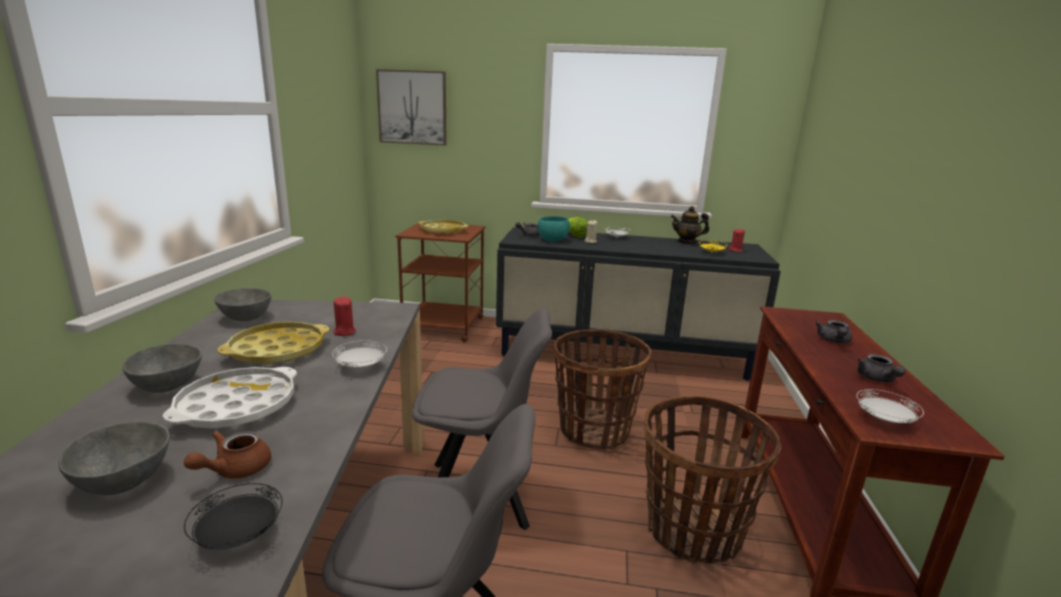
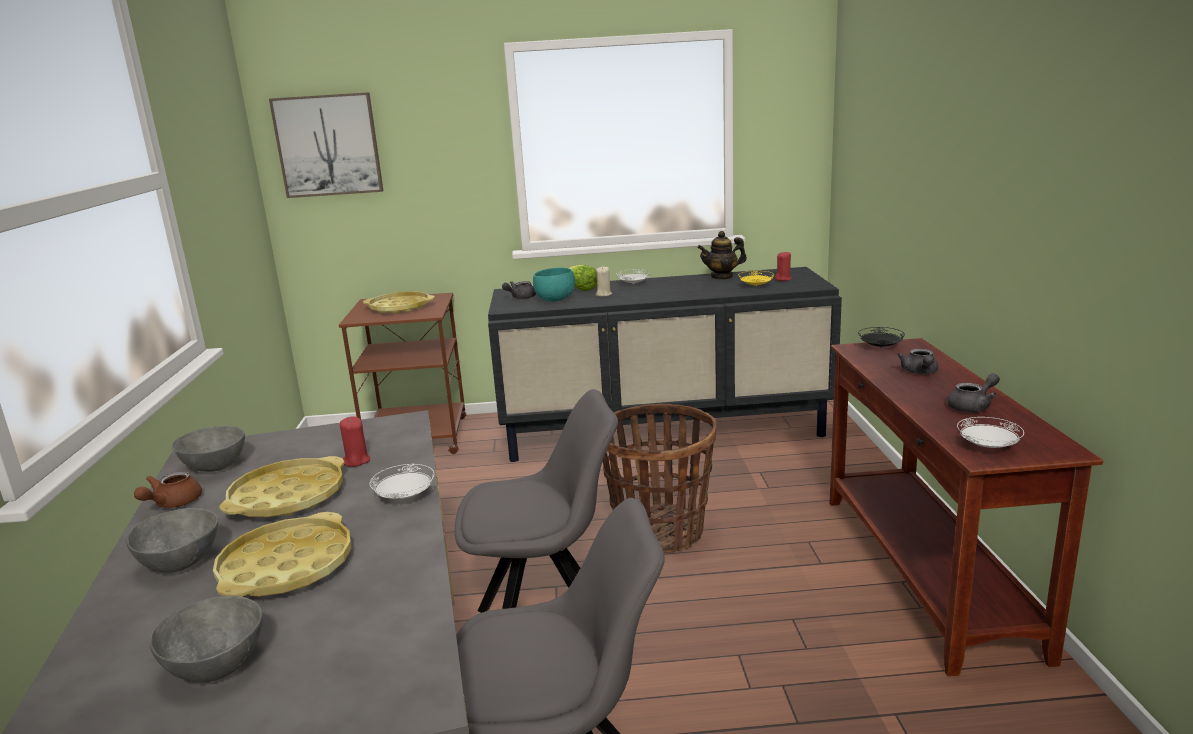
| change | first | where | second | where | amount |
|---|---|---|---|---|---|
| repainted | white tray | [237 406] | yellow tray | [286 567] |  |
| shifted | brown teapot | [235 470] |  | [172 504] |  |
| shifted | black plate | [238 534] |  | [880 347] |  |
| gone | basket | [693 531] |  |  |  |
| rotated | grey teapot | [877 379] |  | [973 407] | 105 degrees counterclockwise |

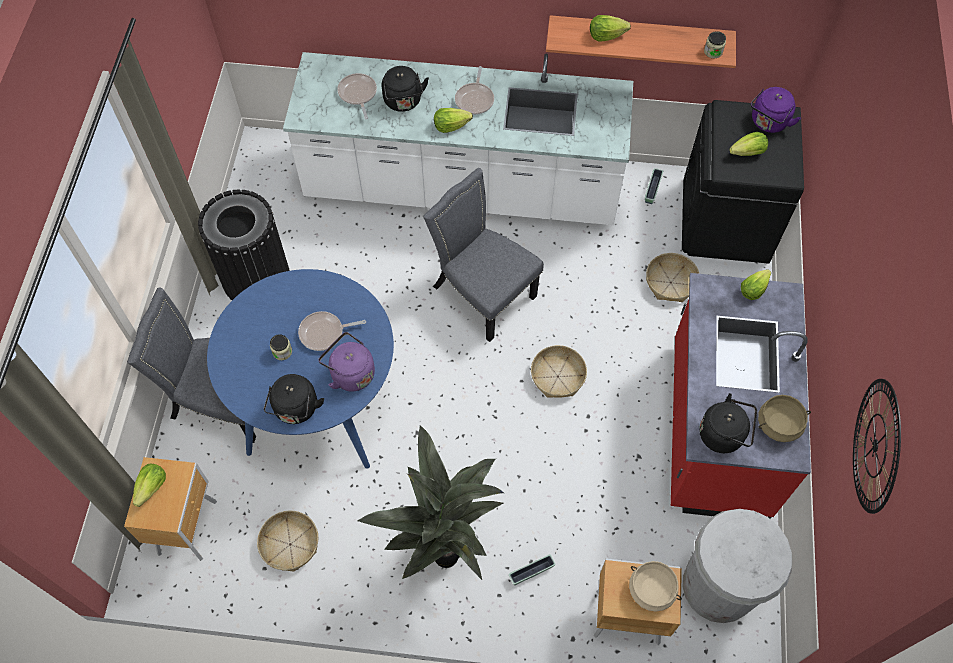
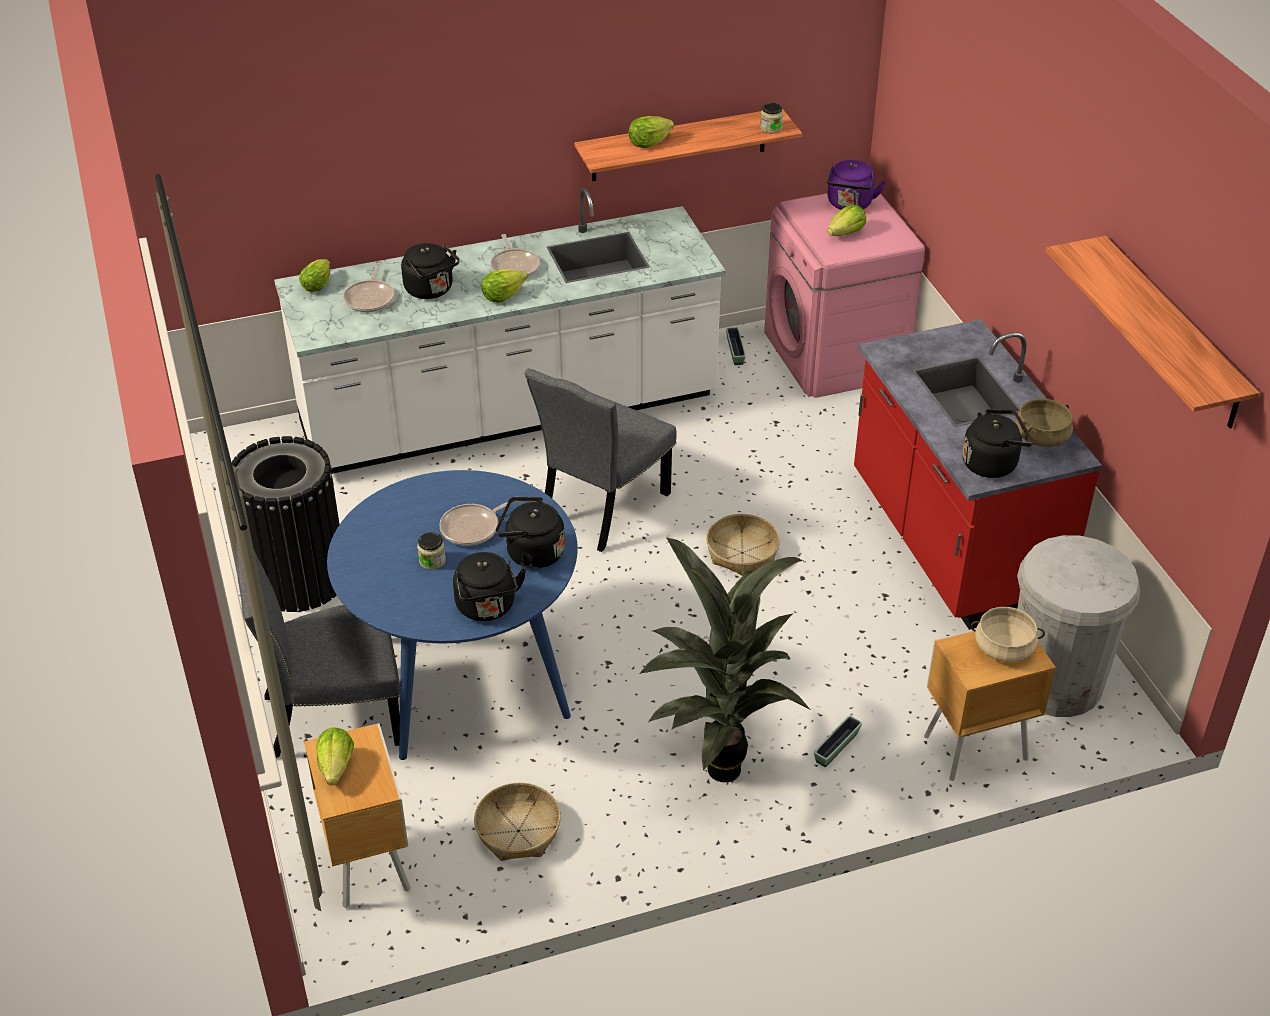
| change | first | where | second | where | amount |
|---|---|---|---|---|---|
| repainted | purple kettle | [350 373] | black kettle | [531 554] |  |
| rotated | frying pan | [358 94] |  | [370 298] | 135 degrees counterclockwise |
| rotated | grey chair | [484 295] |  | [603 505] | 75 degrees counterclockwise |
| gone | basket | [671 282] |  |  |  |
| repainted | black washing machine | [724 220] | pink washing machine | [833 355] |  |
| shifted | lettuce | [754 288] |  | [318 284] |  |
| swapped | wall clock | [876 445] | shelf | [1172 333] |  |

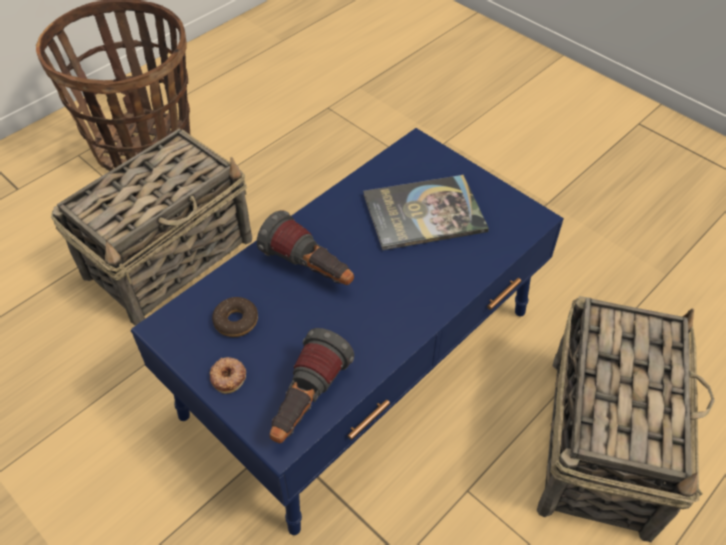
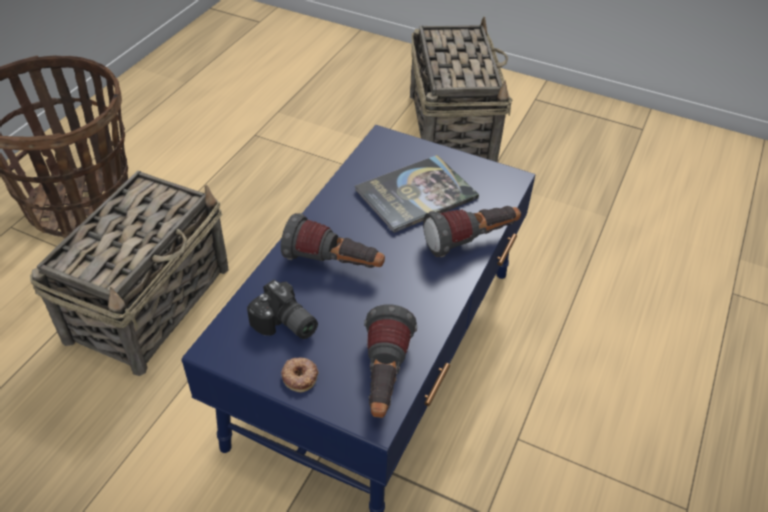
| change | first | where | second | where | amount |
|---|---|---|---|---|---|
| swapped | donut | [236 321] | photo camera | [284 325] |  |
| shifted | basket | [600 441] |  | [451 126] |  |
| new |  |  | flashlight | [471 241] |  |

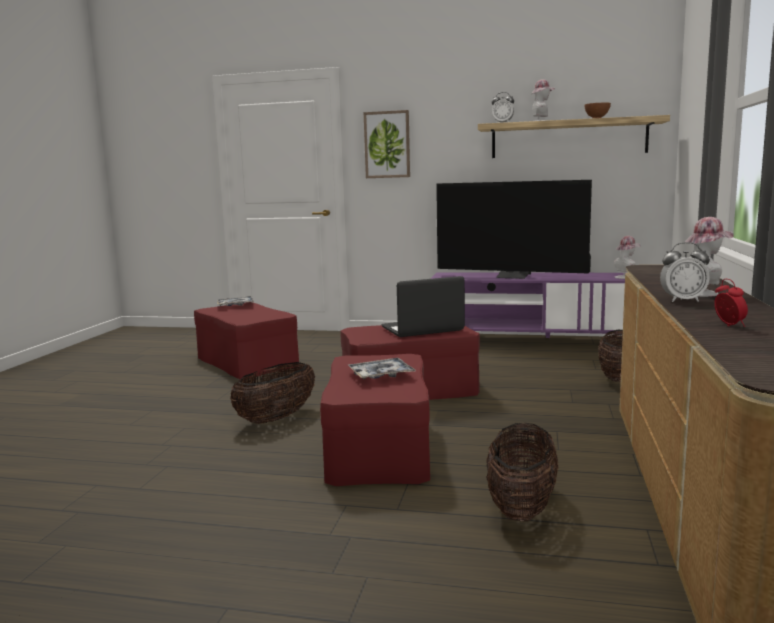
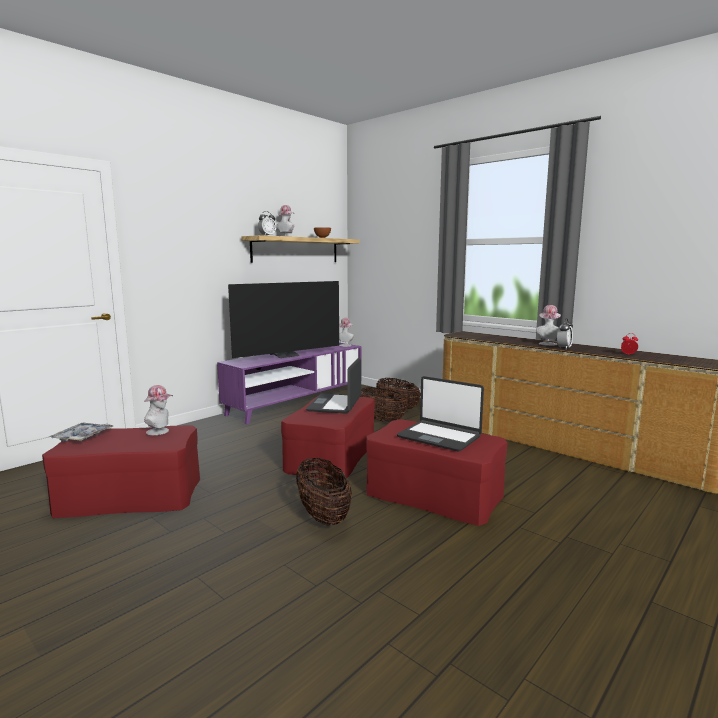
| change | first | where | second | where | amount |
|---|---|---|---|---|---|
| swapped | tray | [381 375] | laptop | [439 437] |  |
| gone | picture | [387 144] |  |  |  |
| shifted | basket | [521 506] |  | [381 420] |  |
| new |  |  | hat | [160 431] |  |

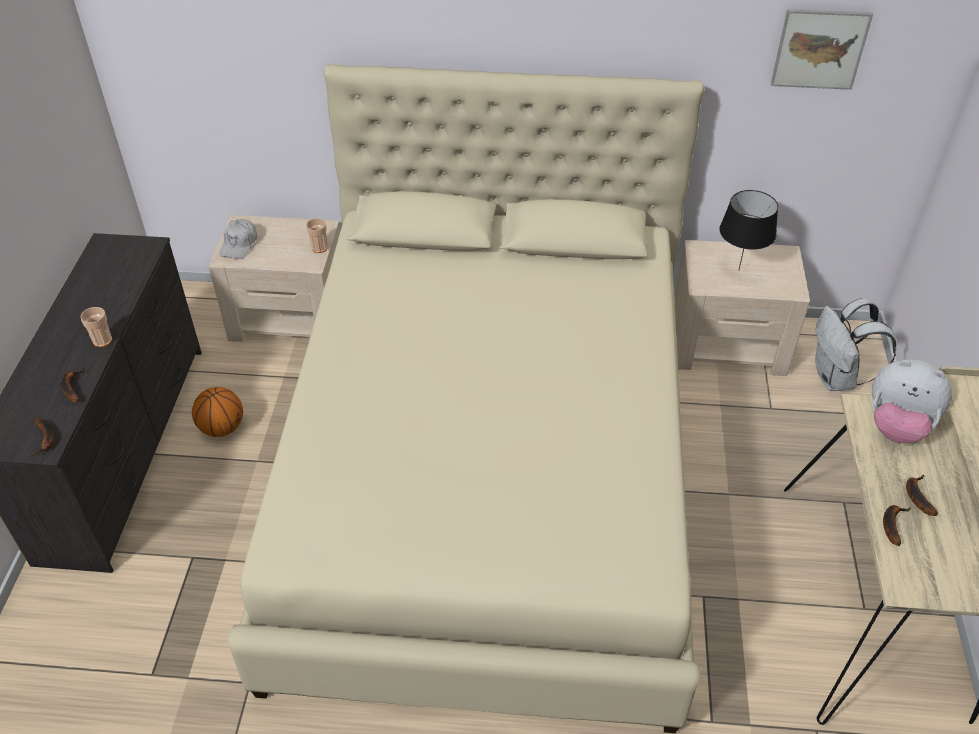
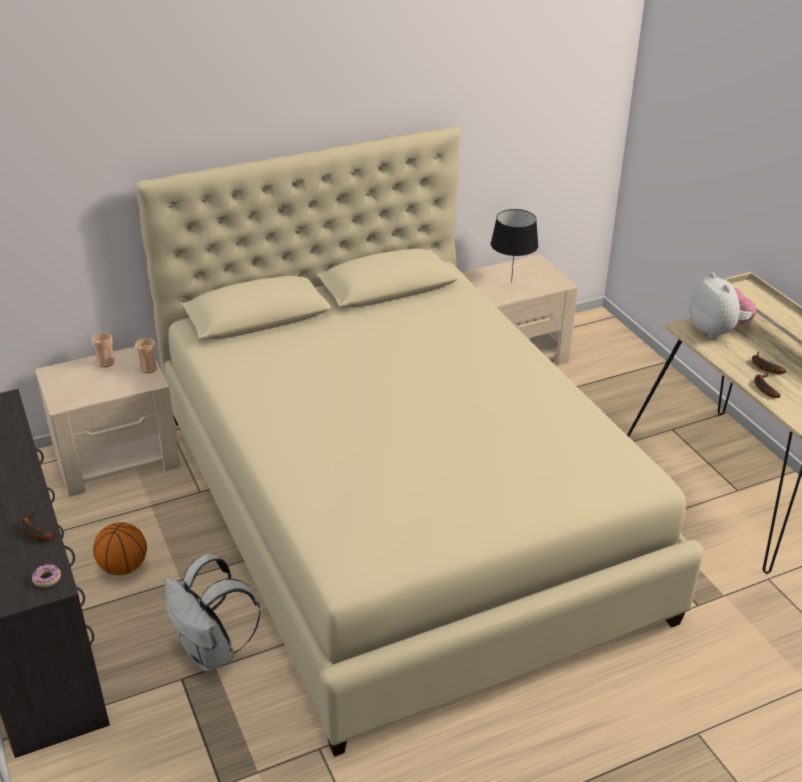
| change | first | where | second | where | amount |
|---|---|---|---|---|---|
| swapped | banana | [46 439] | donut | [47 579] |  |
| shifted | cup | [102 340] |  | [106 362] |  |
| gone | white cap | [239 244] |  |  |  |
| gone | picture | [819 49] |  |  |  |
| shifted | white backpack | [837 378] |  | [212 652] |  |
| rotated | plush toy | [897 426] |  | [716 331] | 105 degrees counterclockwise |

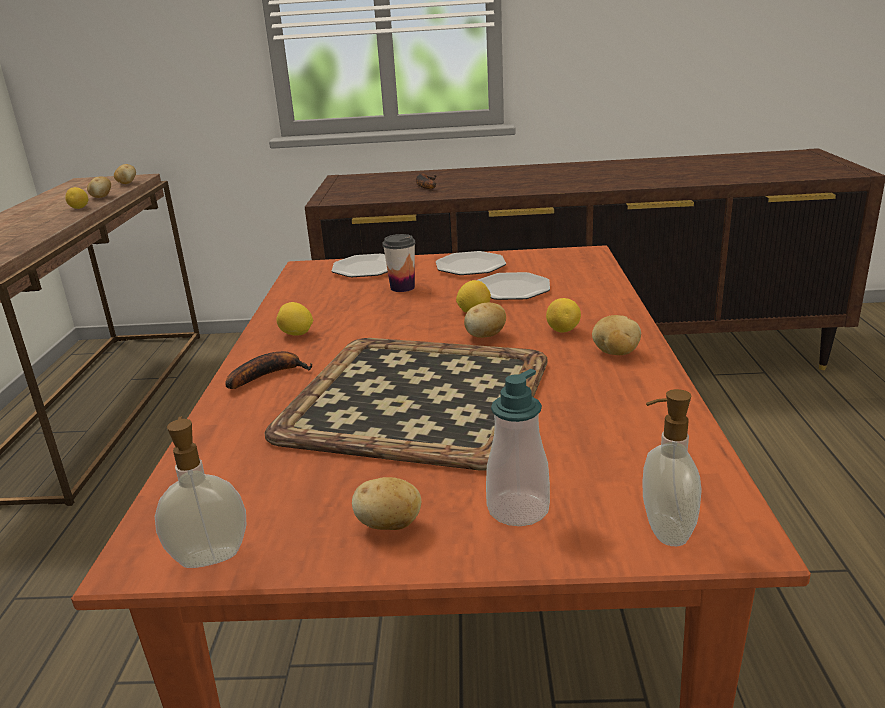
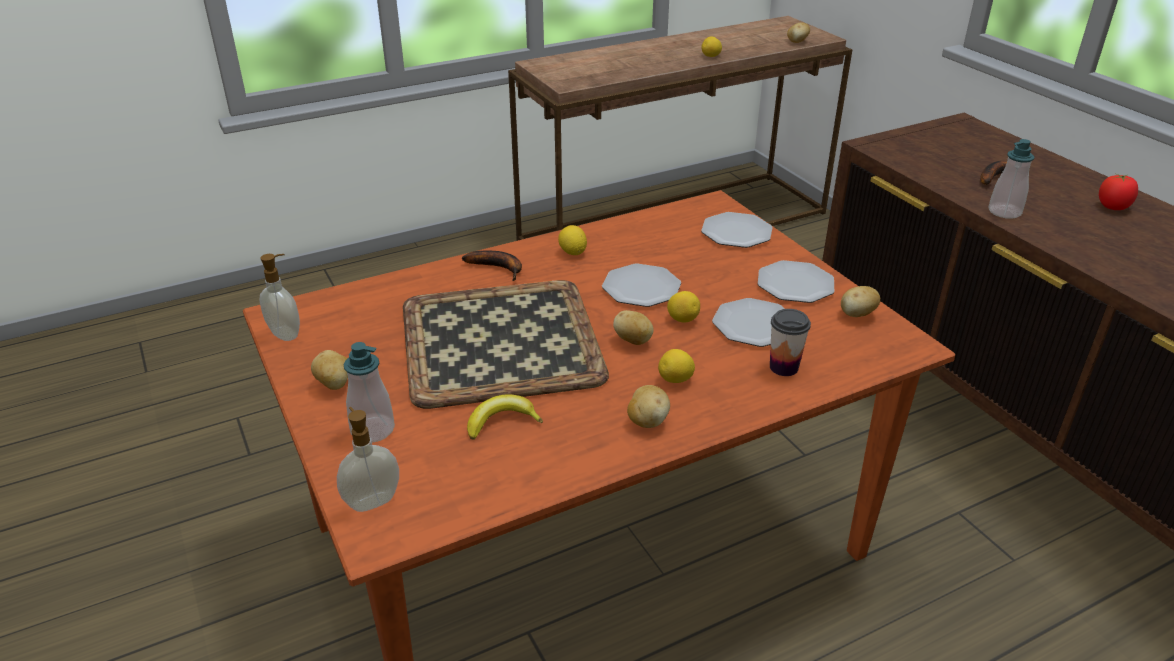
| change | first | where | second | where | amount |
|---|---|---|---|---|---|
| shifted | potato | [101 197] |  | [857 315] |  |
| shifted | cup | [402 287] |  | [783 367] |  |
| new |  |  | banana | [502 422] |  |
| new |  |  | plate | [640 288] |  |
| new |  |  | soap dispenser | [1004 212] |  |
| new |  |  | tomato | [1113 207] |  |

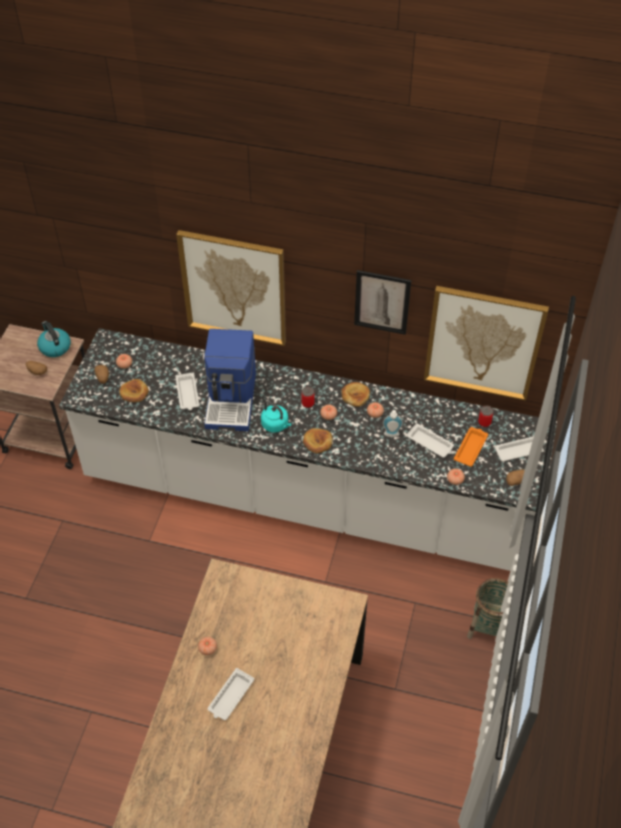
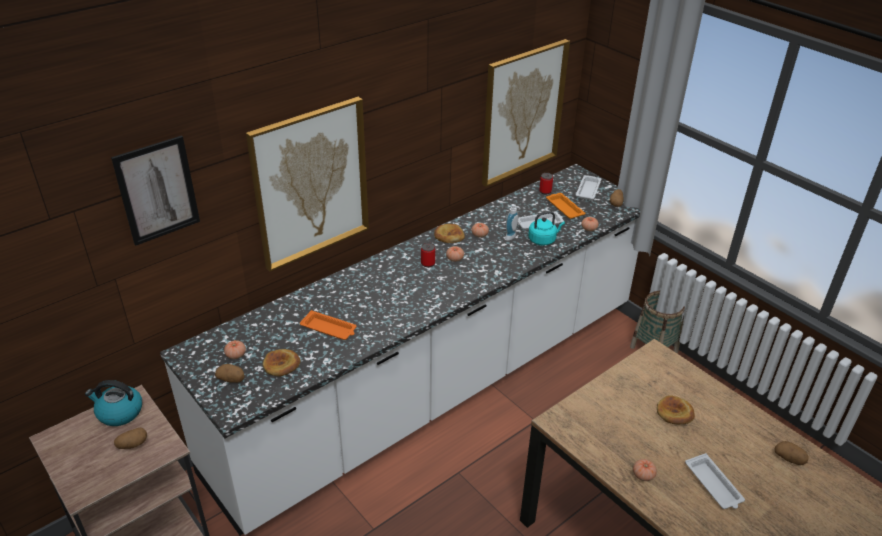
| change | first | where | second | where | amount |
|---|---|---|---|---|---|
| repainted | white tray | [187 394] | orange tray | [329 329] |  |
| gone | coffee machine | [232 399] |  |  |  |
| shifted | turquoise kettle | [276 425] |  | [543 240] |  |
| shifted | bread | [317 442] |  | [674 412] |  |
| shifted | picture | [382 302] |  | [157 190] |  |
| new |  |  | potato | [789 459] |  |

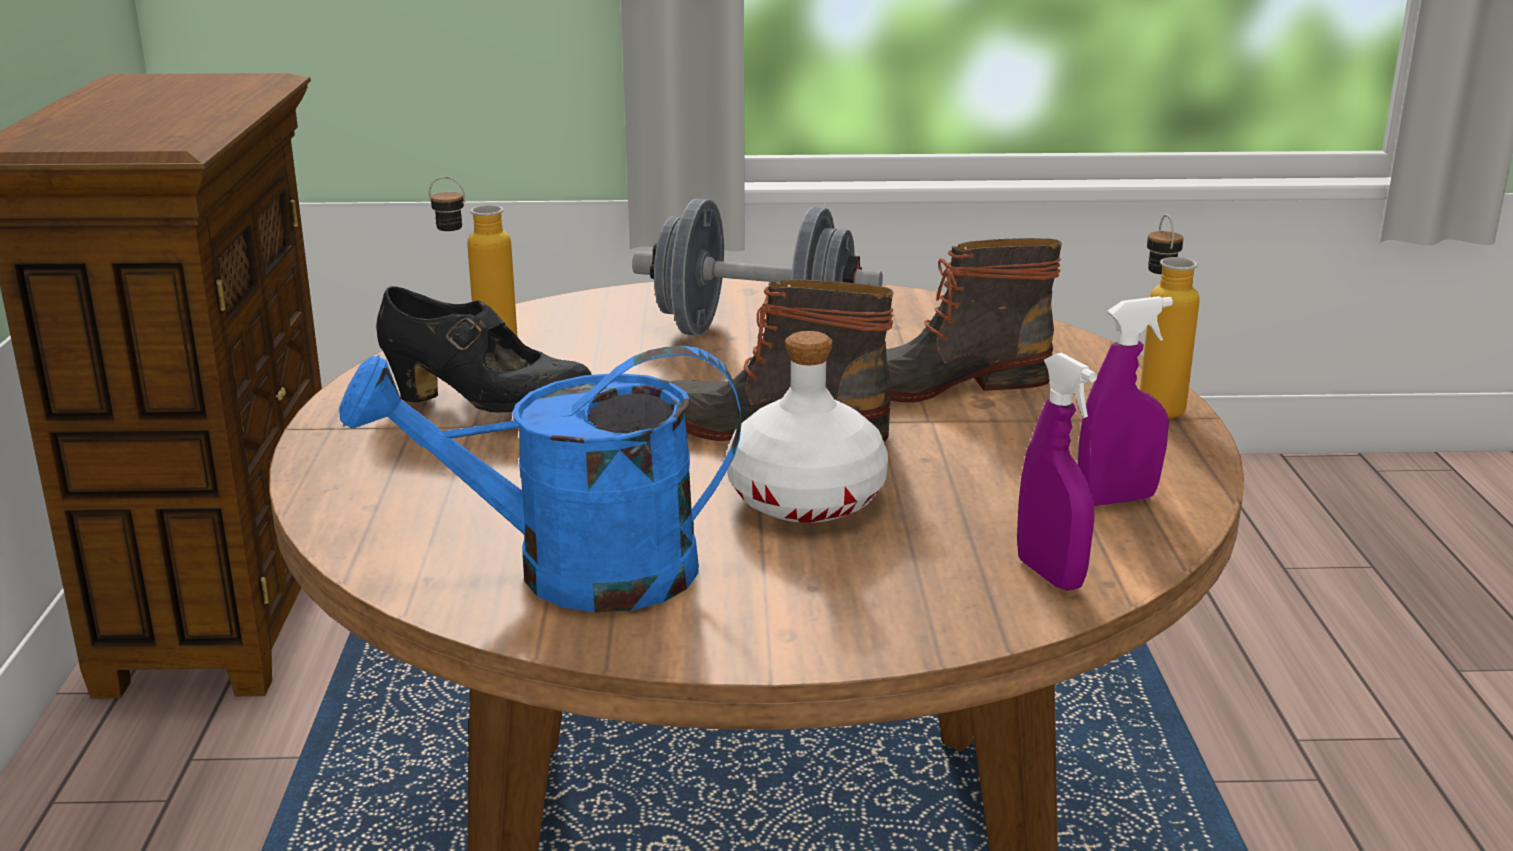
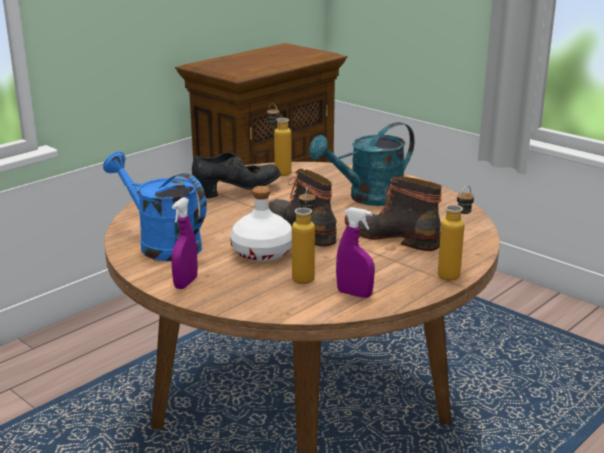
| change | first | where | second | where | amount |
|---|---|---|---|---|---|
| rotated | black shoe | [486 408] |  | [238 192] | 90 degrees counterclockwise |
| swapped | grey dumbbell | [755 336] | turquoise watering can | [368 198] |  |
| shifted | purple spray bottle | [1050 574] |  | [186 283] |  |
| new |  |  | bottle | [305 275] |  |

